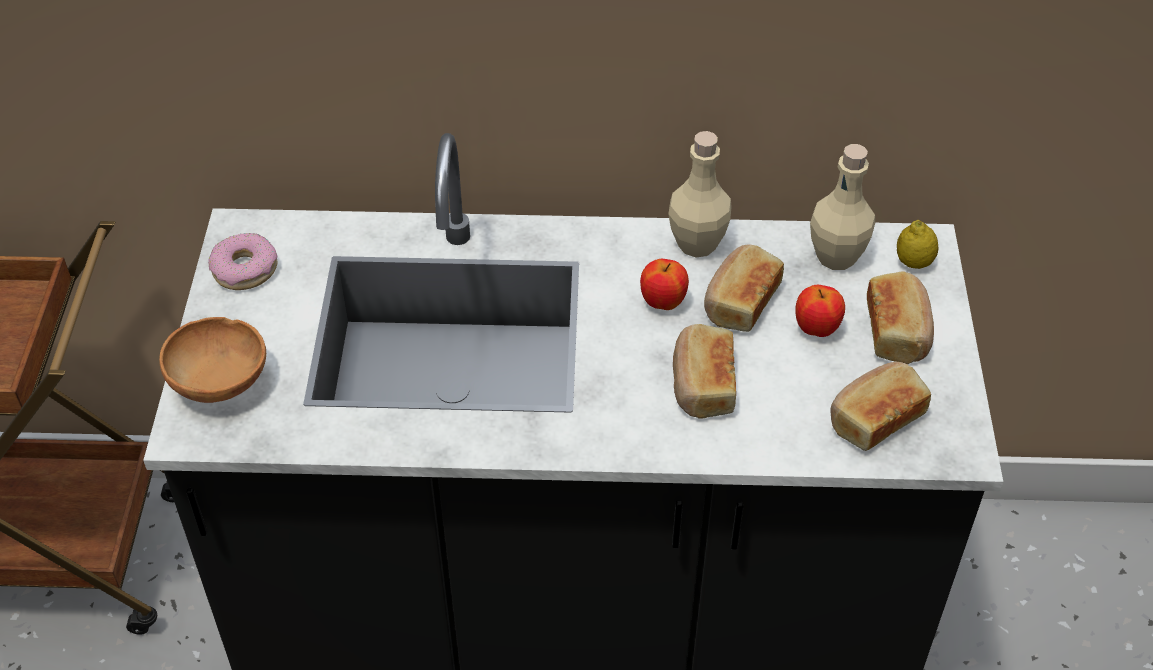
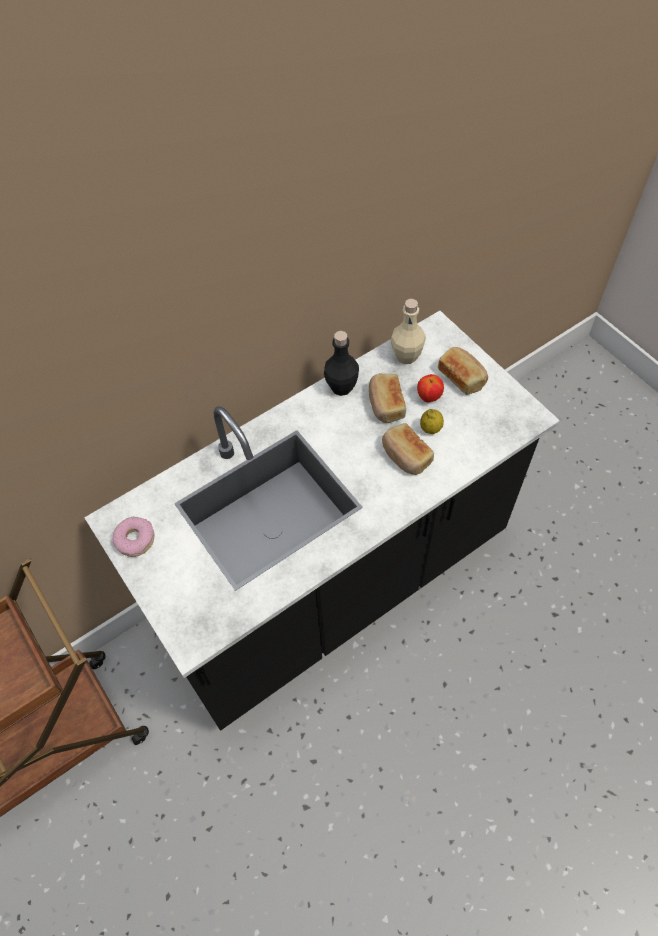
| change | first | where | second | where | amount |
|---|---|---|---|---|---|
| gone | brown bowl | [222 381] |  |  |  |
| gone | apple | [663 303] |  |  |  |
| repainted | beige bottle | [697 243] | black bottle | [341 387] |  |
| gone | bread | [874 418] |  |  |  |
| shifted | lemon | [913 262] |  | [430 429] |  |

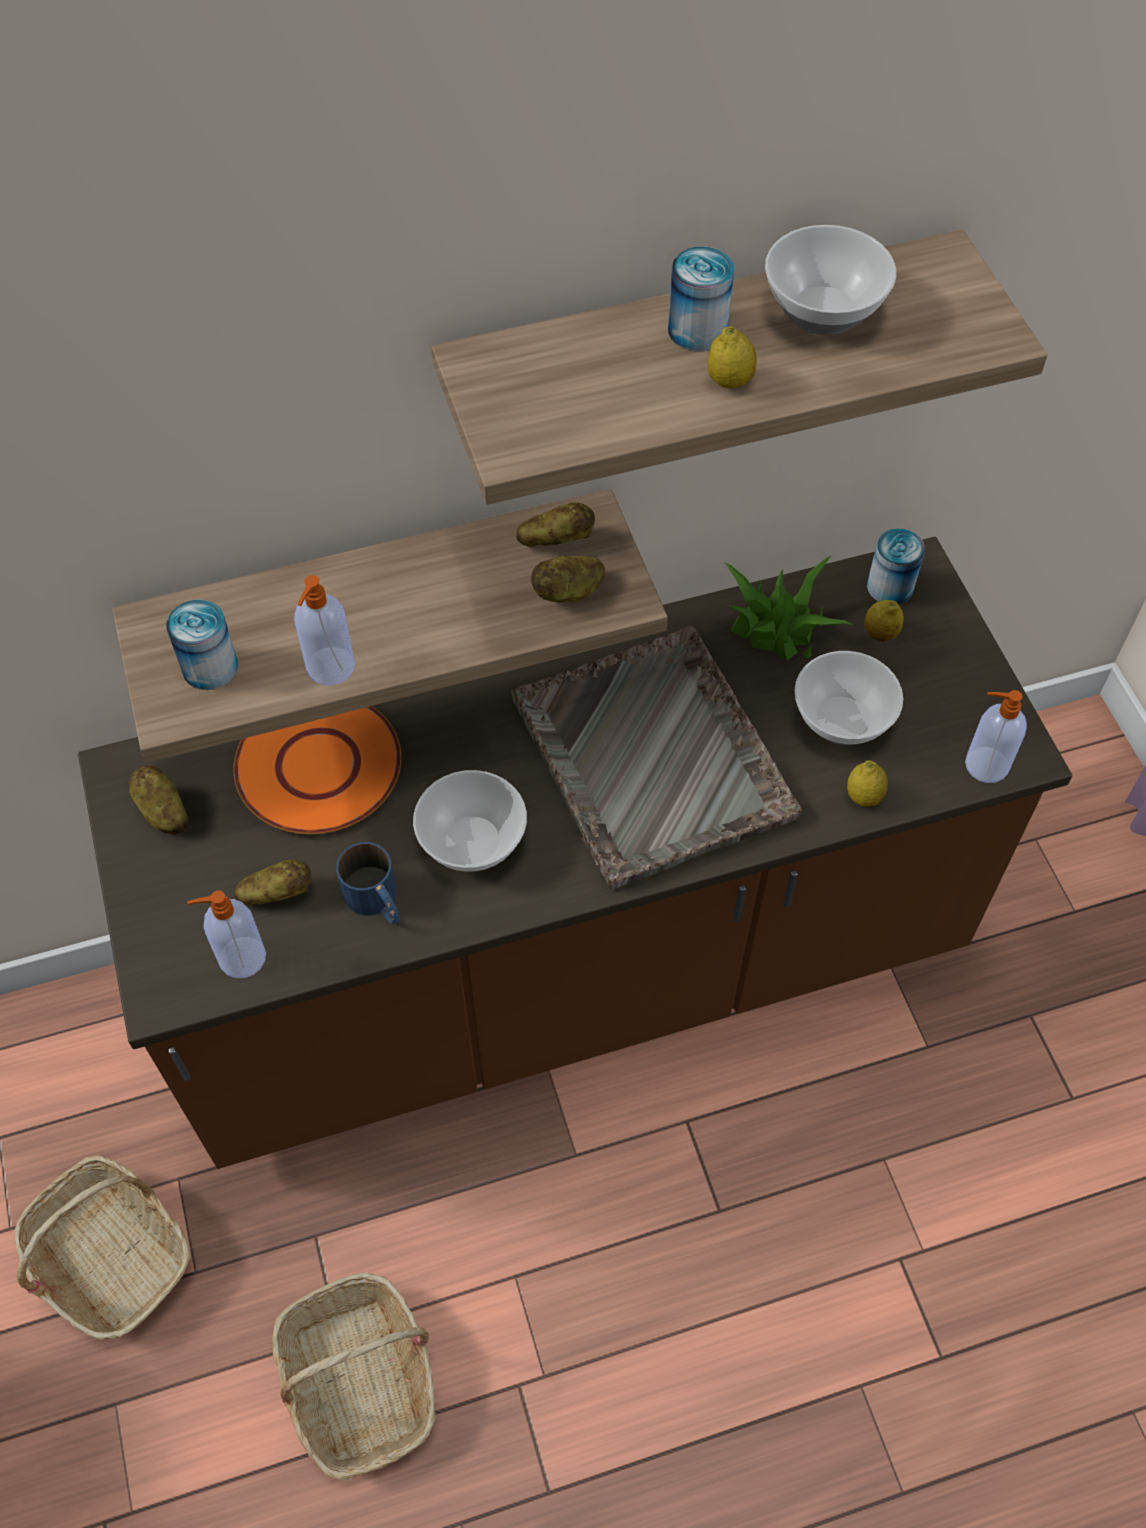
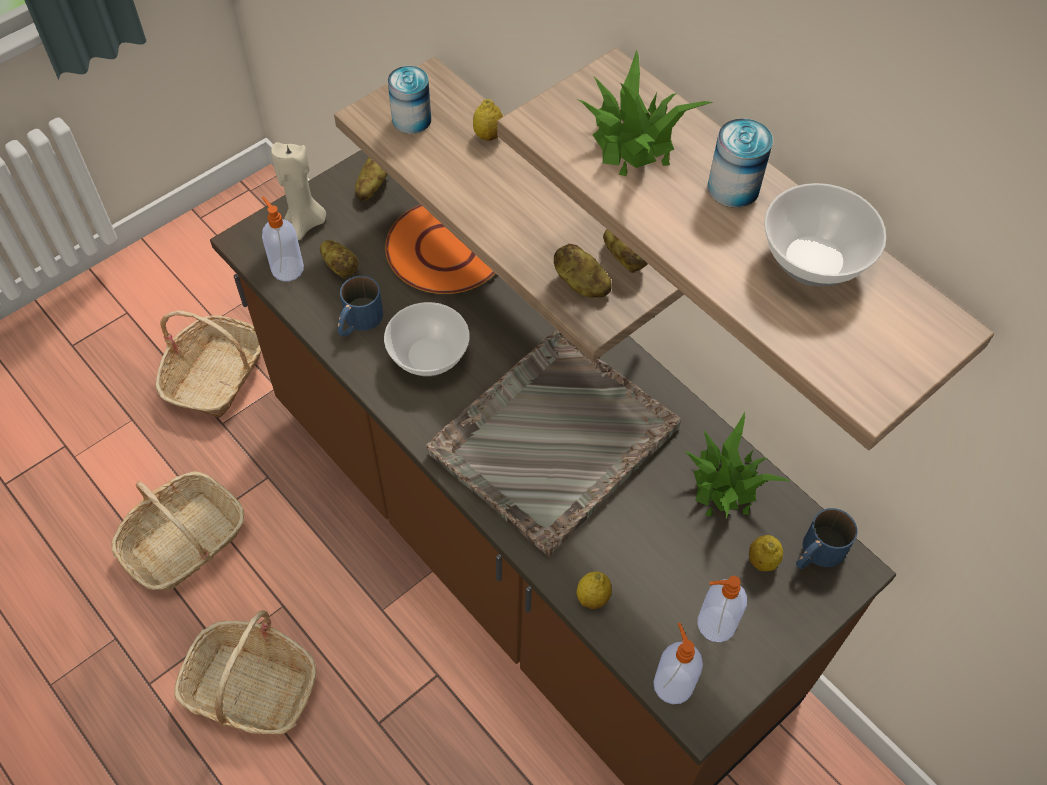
| change | first | where | second | where | amount |
|---|---|---|---|---|---|
| shifted | soap dispenser | [329 668] |  | [714 624] |  |
| shifted | lemon | [729 381] |  | [488 135] |  |
| gone | bowl | [843 718] |  |  |  |
| swapped | can | [890 587] | blue mug | [816 553] |  |
| new |  |  | basket | [252 687] |  |
| new |  |  | beige candle | [306 223] |  |
| new |  |  | potted plant | [632 139] |  |

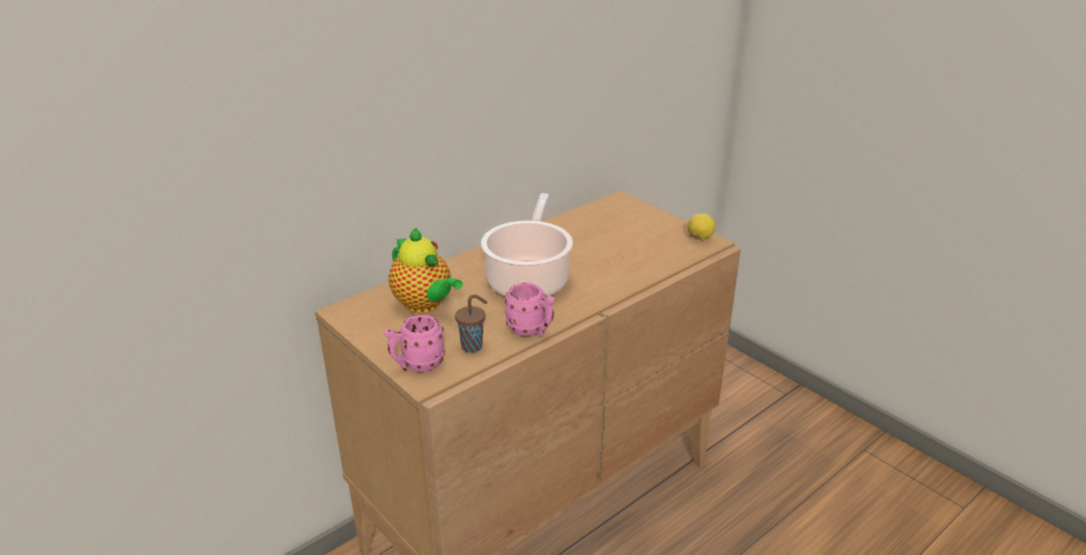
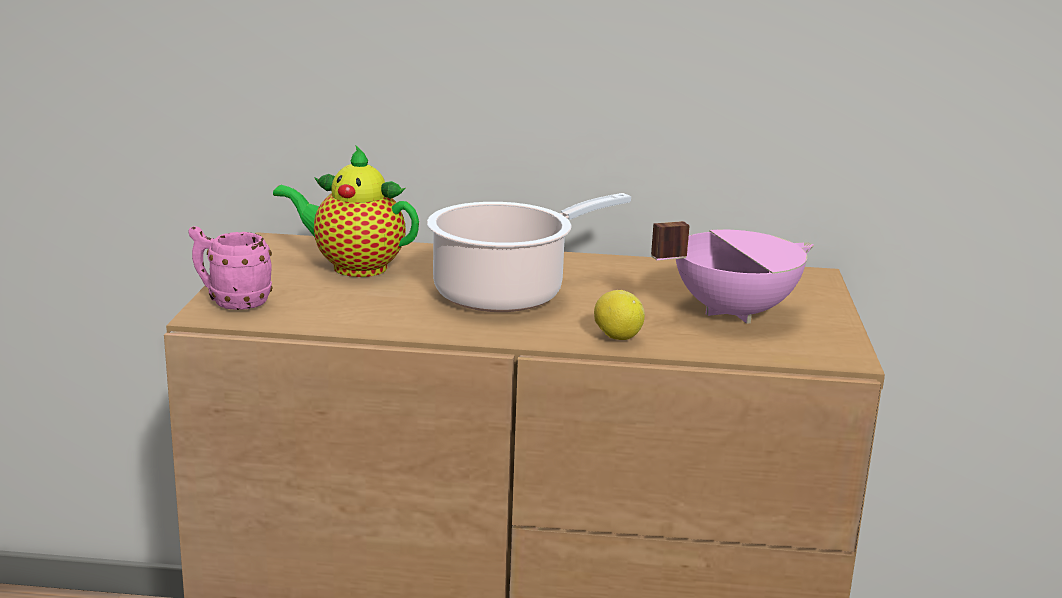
| change | first | where | second | where | amount |
|---|---|---|---|---|---|
| rotated | teapot | [425 305] |  | [353 267] | 105 degrees clockwise |
| gone | brown cup | [473 346] |  |  |  |
| gone | pink mug | [531 331] |  |  |  |
| shifted | lemon | [699 238] |  | [617 337] |  |
| new |  |  | pink cooking pot | [731 311] |  |

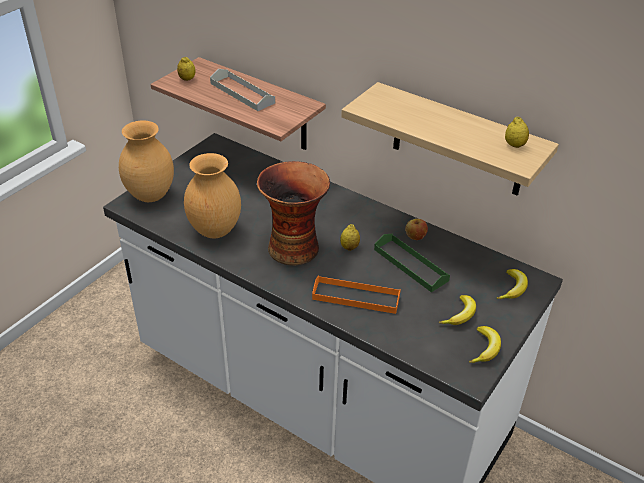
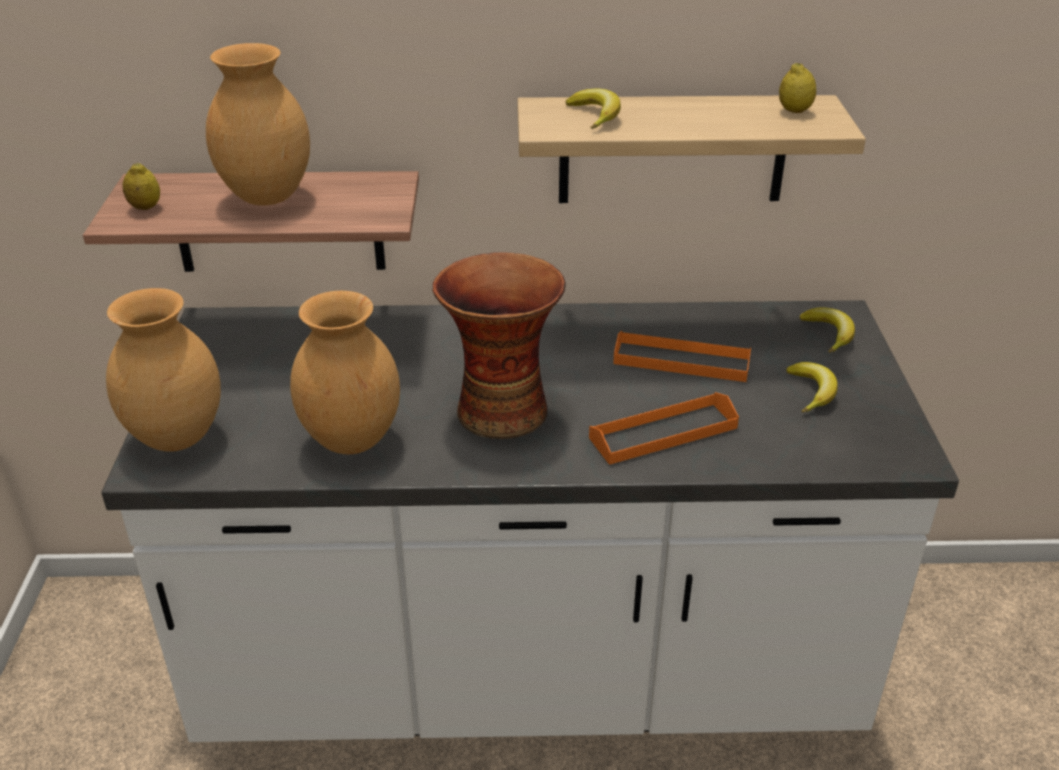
| change | first | where | second | where | amount |
|---|---|---|---|---|---|
| swapped | grey tray | [242 93] | brown vase | [269 197] |  |
| gone | lemon | [349 247] |  |  |  |
| repainted | green tray | [410 265] | orange tray | [681 361] |  |
| gone | apple | [415 237] |  |  |  |
| shifted | banana | [485 348] |  | [595 116] |  |

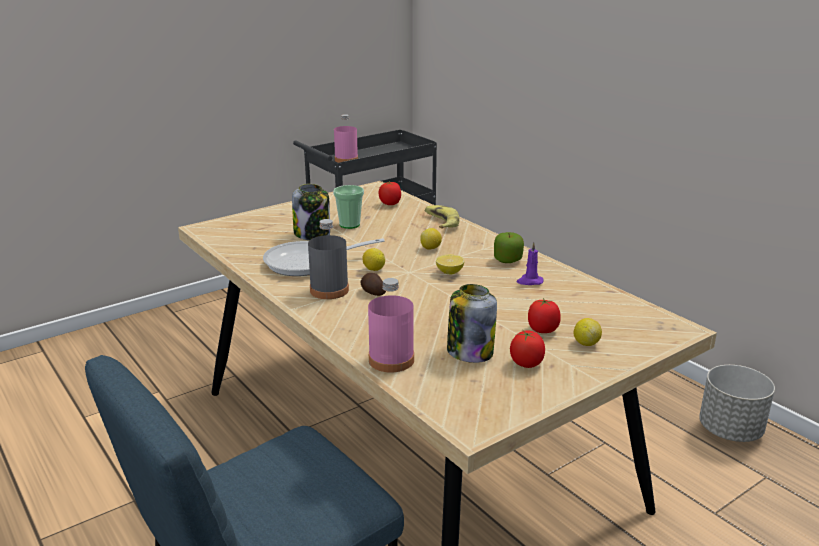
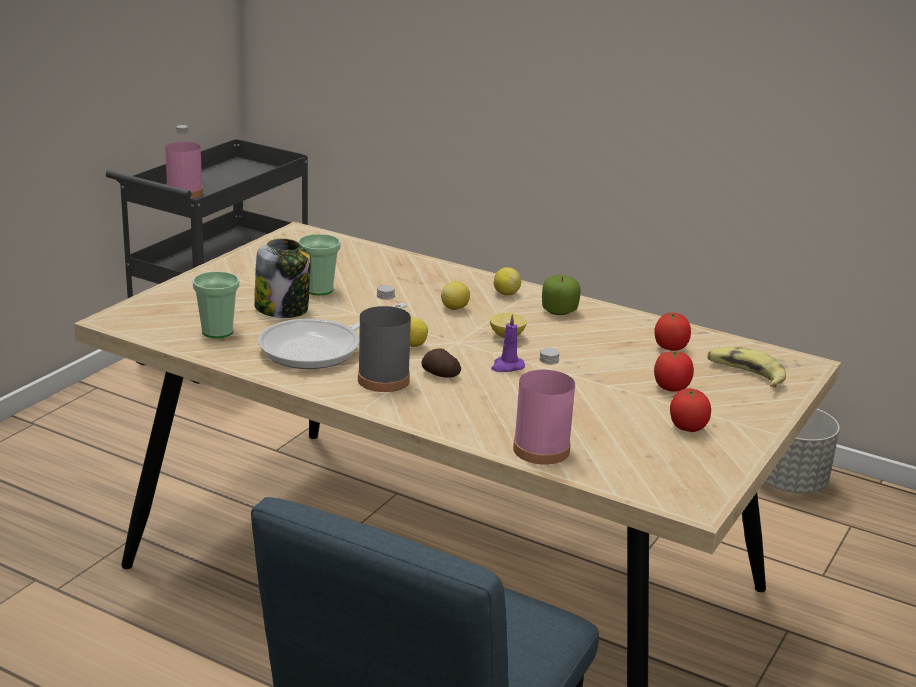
| change | first | where | second | where | amount |
|---|---|---|---|---|---|
| shifted | tomato | [390 204] |  | [670 347] |  |
| shifted | banana | [441 222] |  | [745 374] |  |
| gone | jar | [469 352] |  |  |  |
| shifted | purple candle | [529 281] |  | [507 367] |  |
| shifted | lemon | [586 343] |  | [506 293] |  |
| new |  |  | cup | [217 331] |  |

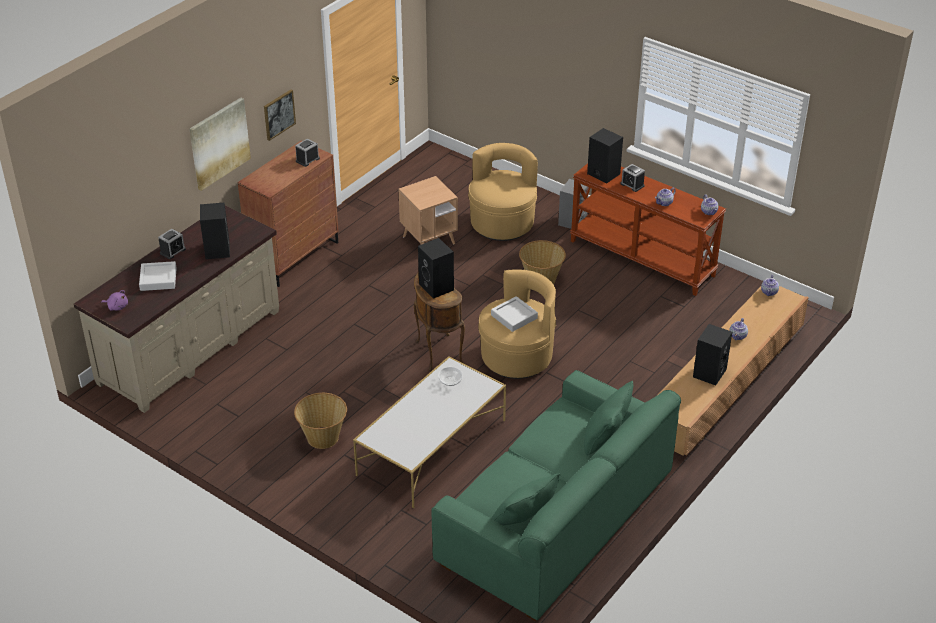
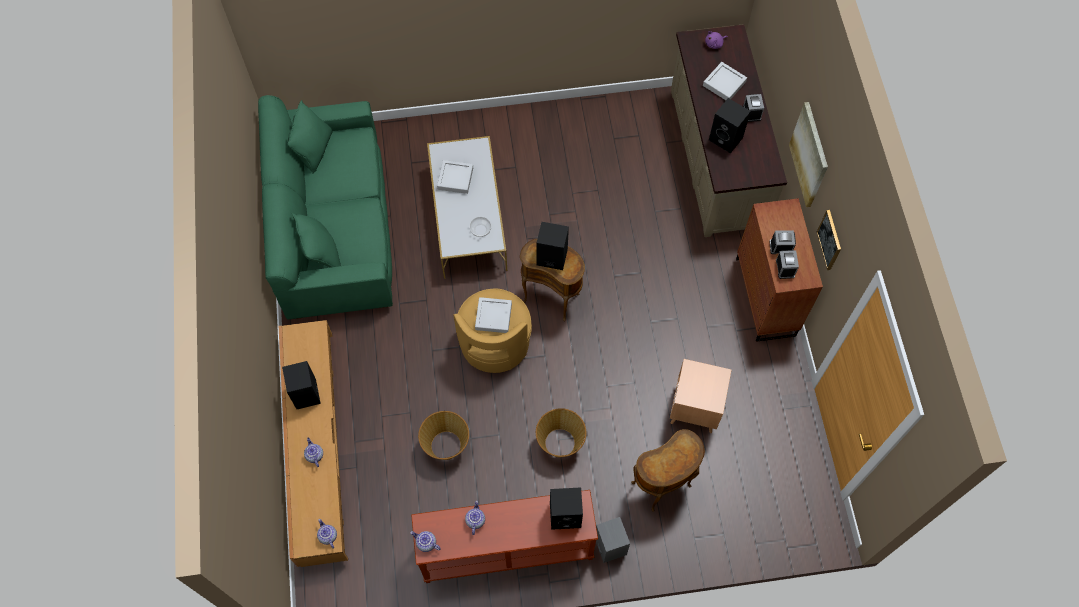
| change | first | where | second | where | amount |
|---|---|---|---|---|---|
| shifted | basket | [323 437] |  | [446 446] |  |
| swapped | beige armchair | [502 223] | brown side table | [662 485] |  |
| shifted | alarm clock | [632 185] |  | [781 247] |  |
| new |  |  | grey tray | [455 178] |  |

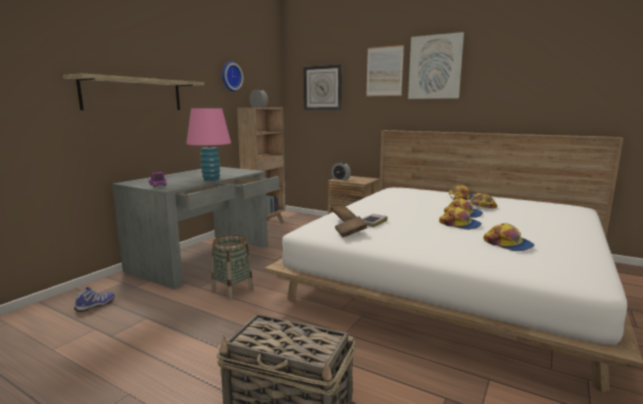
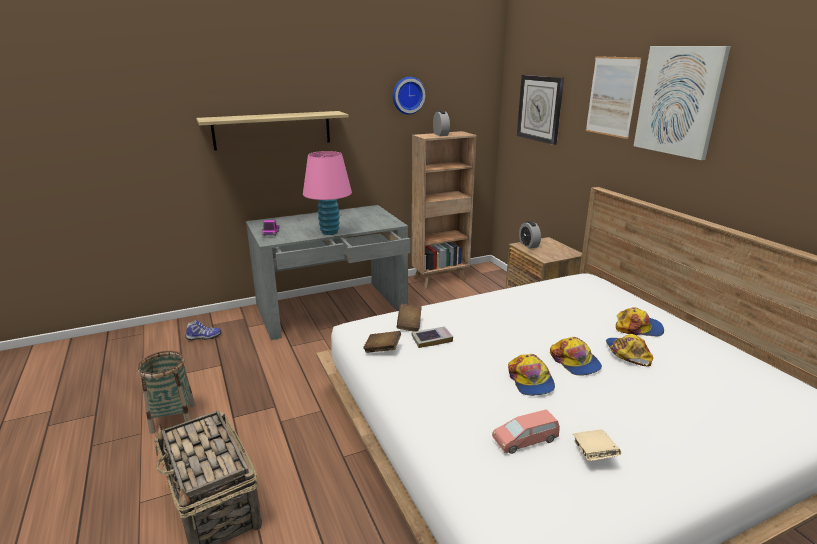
| change | first | where | second | where | amount |
|---|---|---|---|---|---|
| shifted | basket | [232 290] |  | [173 418] |  |
| swapped | cap | [508 244] | pink toy car | [525 440] |  |
| new |  |  | beige book | [593 454] |  |

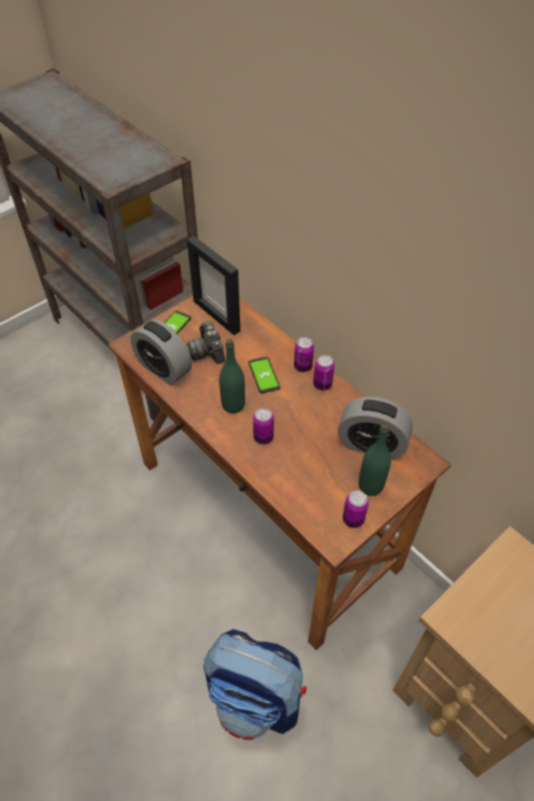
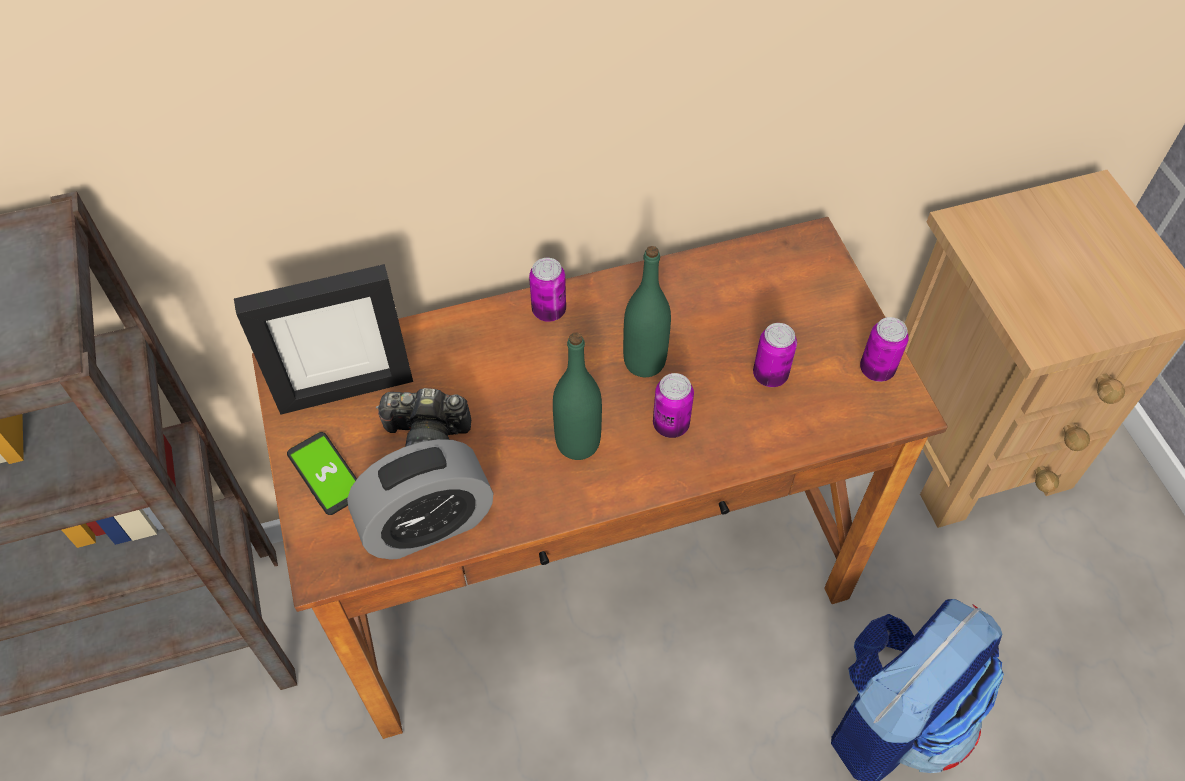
| change | first | where | second | where | amount |
|---|---|---|---|---|---|
| gone | phone | [264 375] |  |  |  |
| shifted | can | [322 384] |  | [770 375] |  |
| gone | alarm clock | [371 445] |  |  |  |
| shifted | green bottle | [370 486] |  | [644 362] |  |

